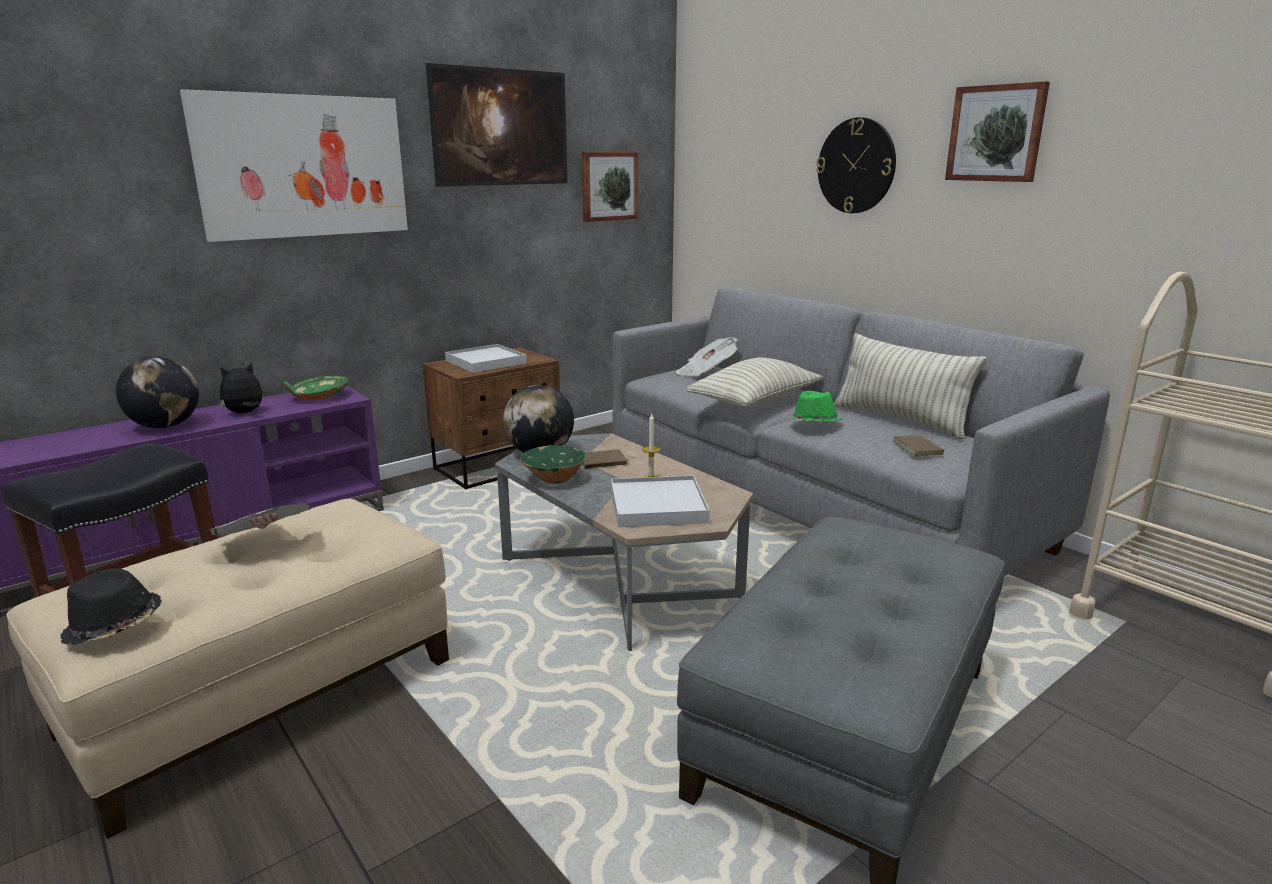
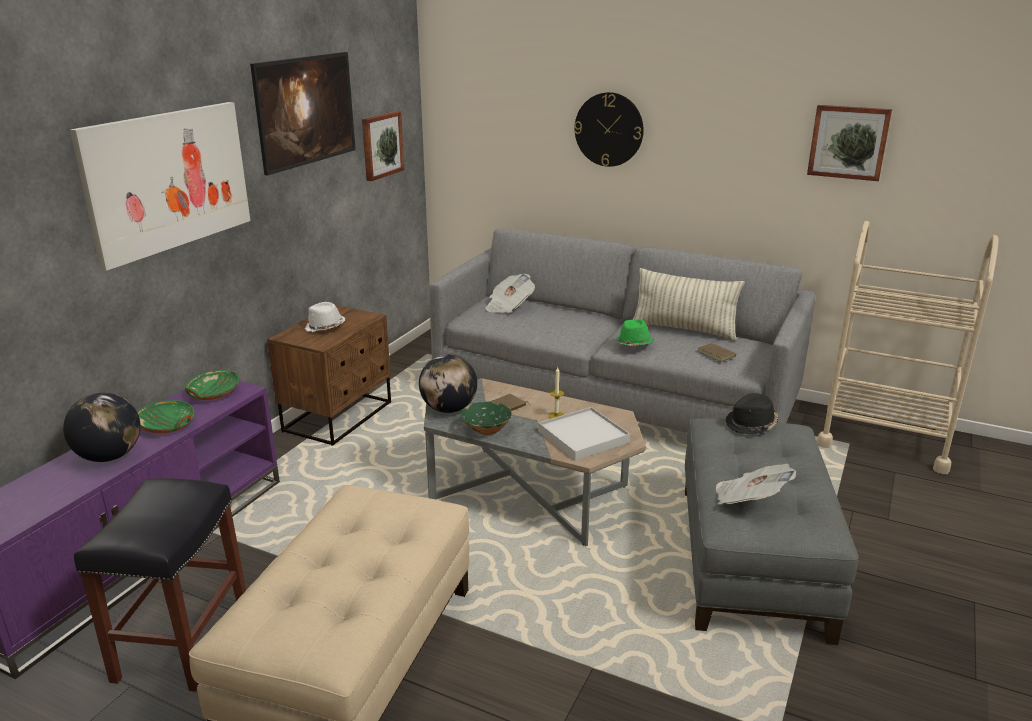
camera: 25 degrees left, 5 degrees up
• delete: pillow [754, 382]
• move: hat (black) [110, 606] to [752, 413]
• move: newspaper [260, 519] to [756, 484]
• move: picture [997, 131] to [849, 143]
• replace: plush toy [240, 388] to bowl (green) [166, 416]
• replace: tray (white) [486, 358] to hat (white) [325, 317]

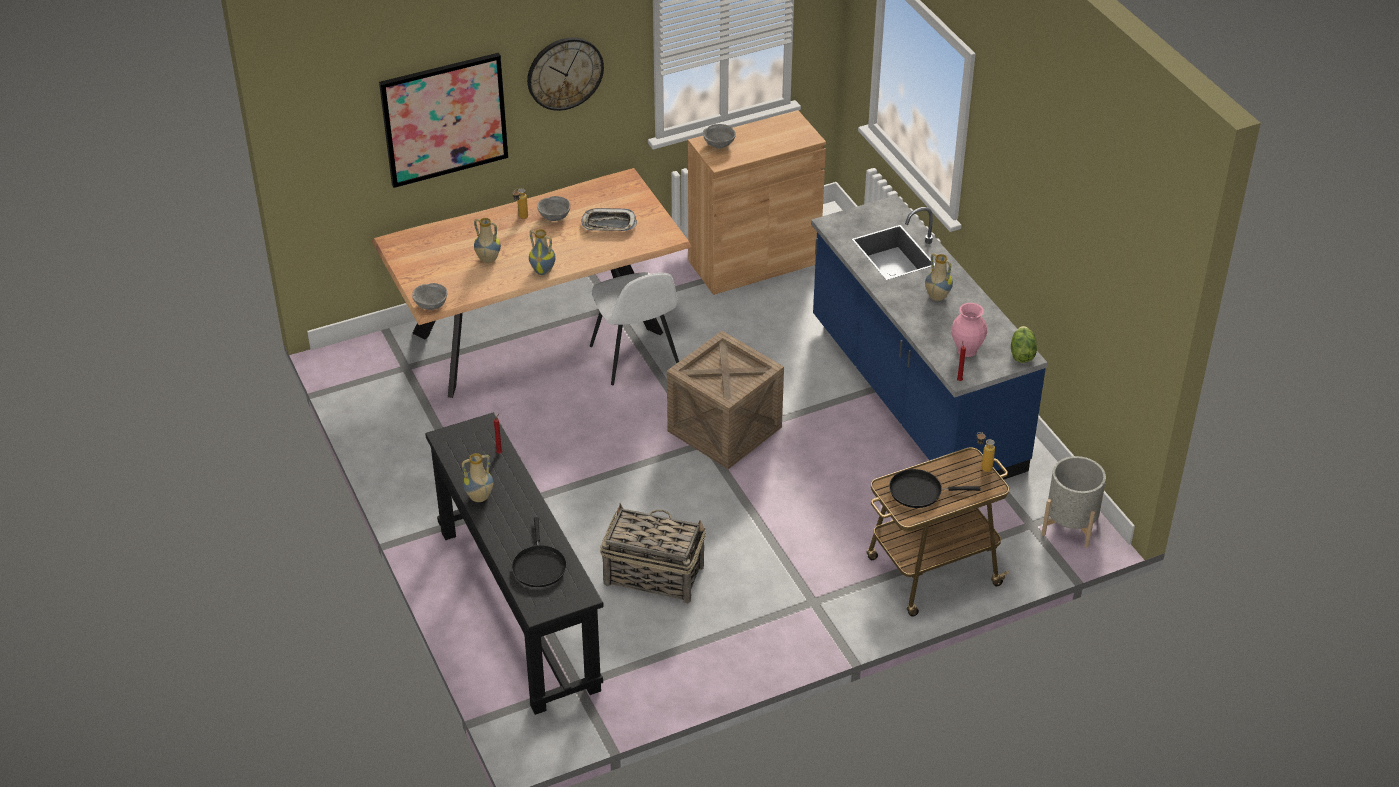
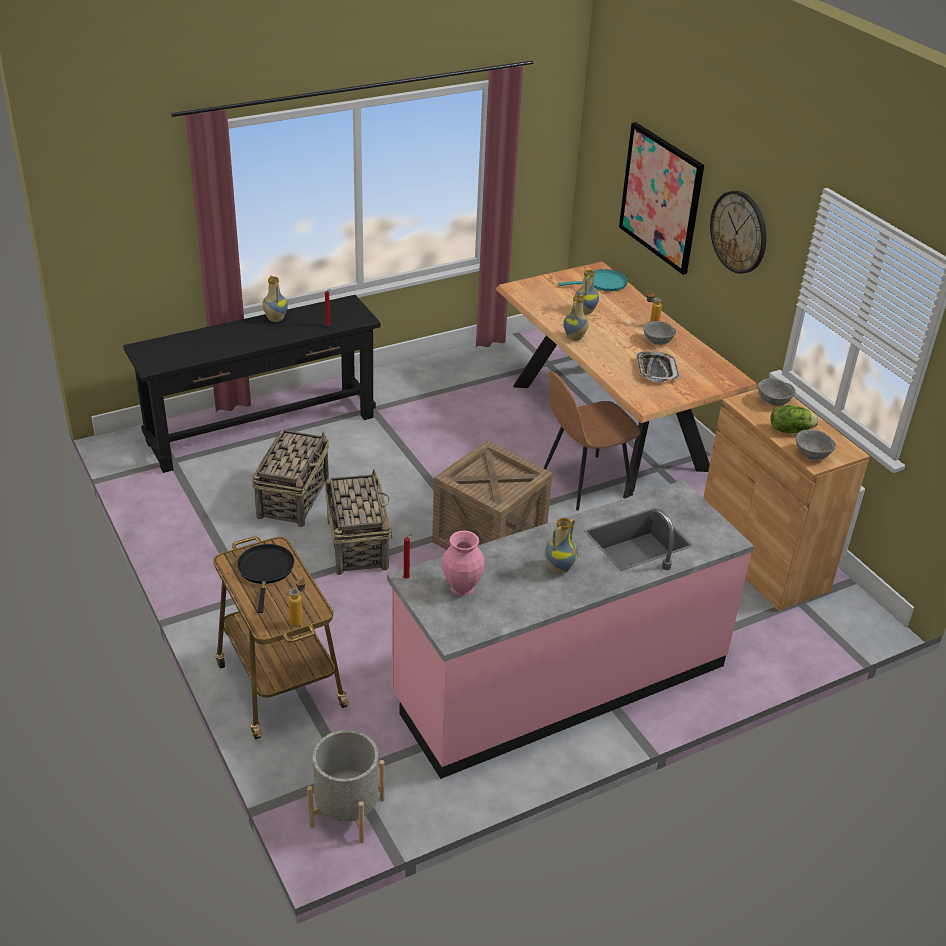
camera: 85 degrees right, 5 degrees down
• delete: frying pan (black) [539, 552]
• insert: basket [358, 522]
• insert: frying pan (turquoise) [593, 280]
• move: bowl (grey) [429, 296] to [816, 445]
• move: lettuce [1024, 344] to [794, 419]
• recolor: chair (white) [634, 328] to chair (brown) [591, 440]
• recolor: counter (blue) [929, 337] to counter (pink) [570, 629]

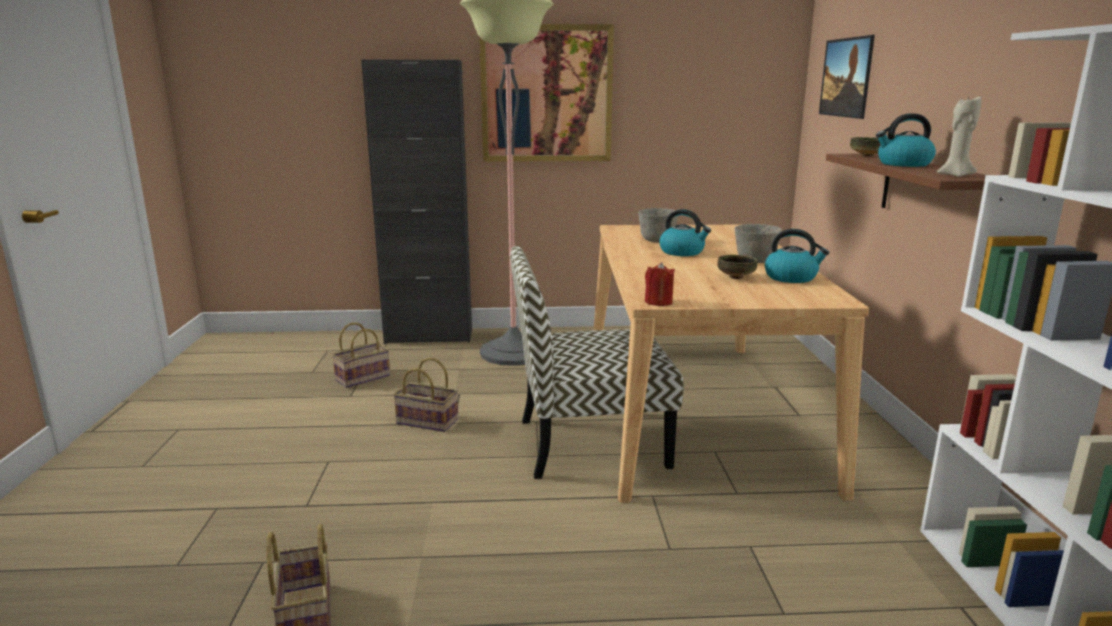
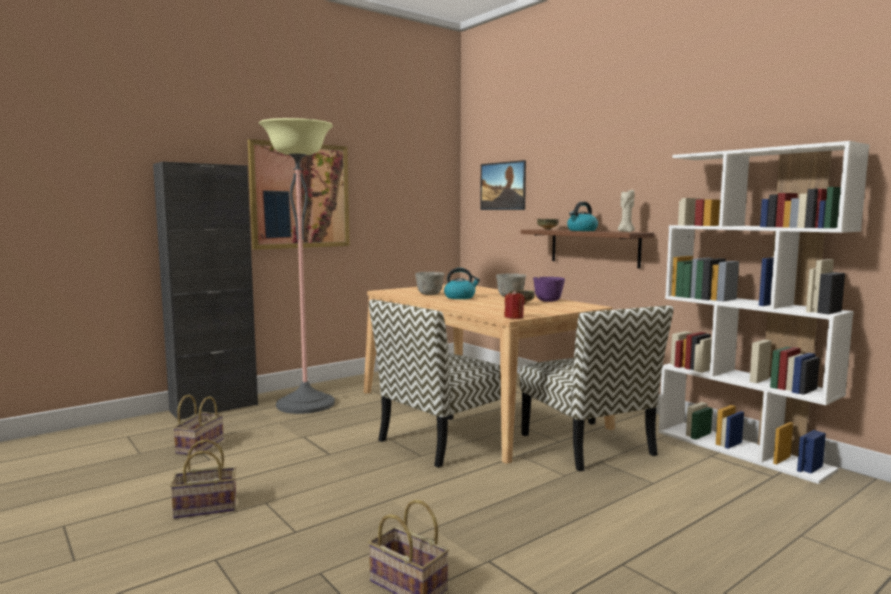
camera: 35 degrees left, 10 degrees down
• insert: chair [597, 388]
• move: basket [425, 395] to [203, 479]
• replace: kettle [797, 256] to bowl (purple) [549, 289]

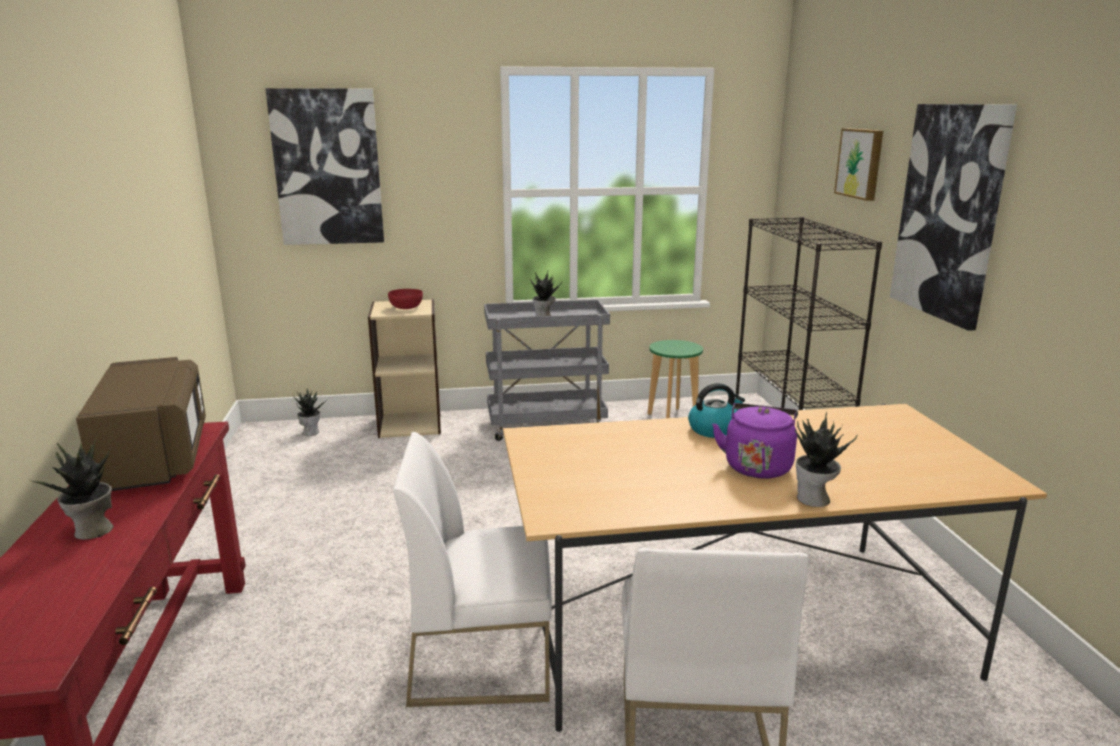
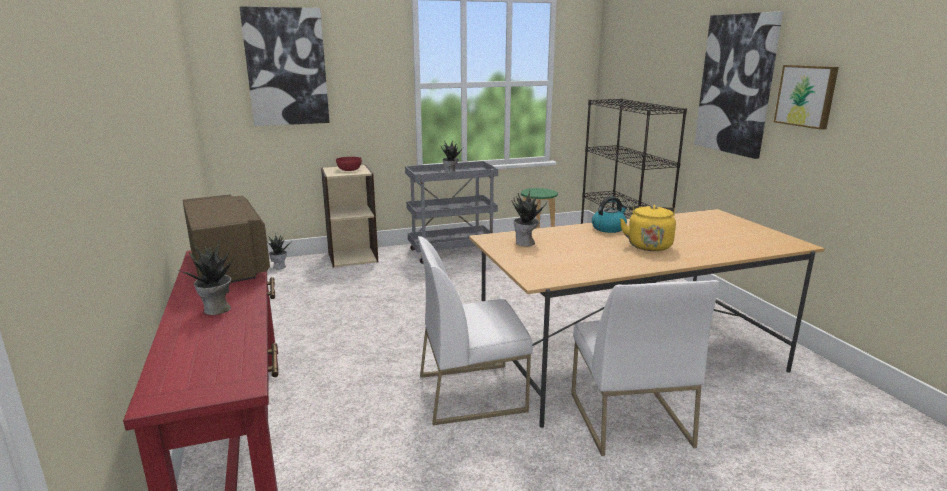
camera: 10 degrees left, 0 degrees up
• move: potted plant [826, 459] to [529, 218]
• move: picture [858, 164] to [806, 97]
• recolor: kettle (purple) [755, 441] to kettle (yellow) [648, 228]

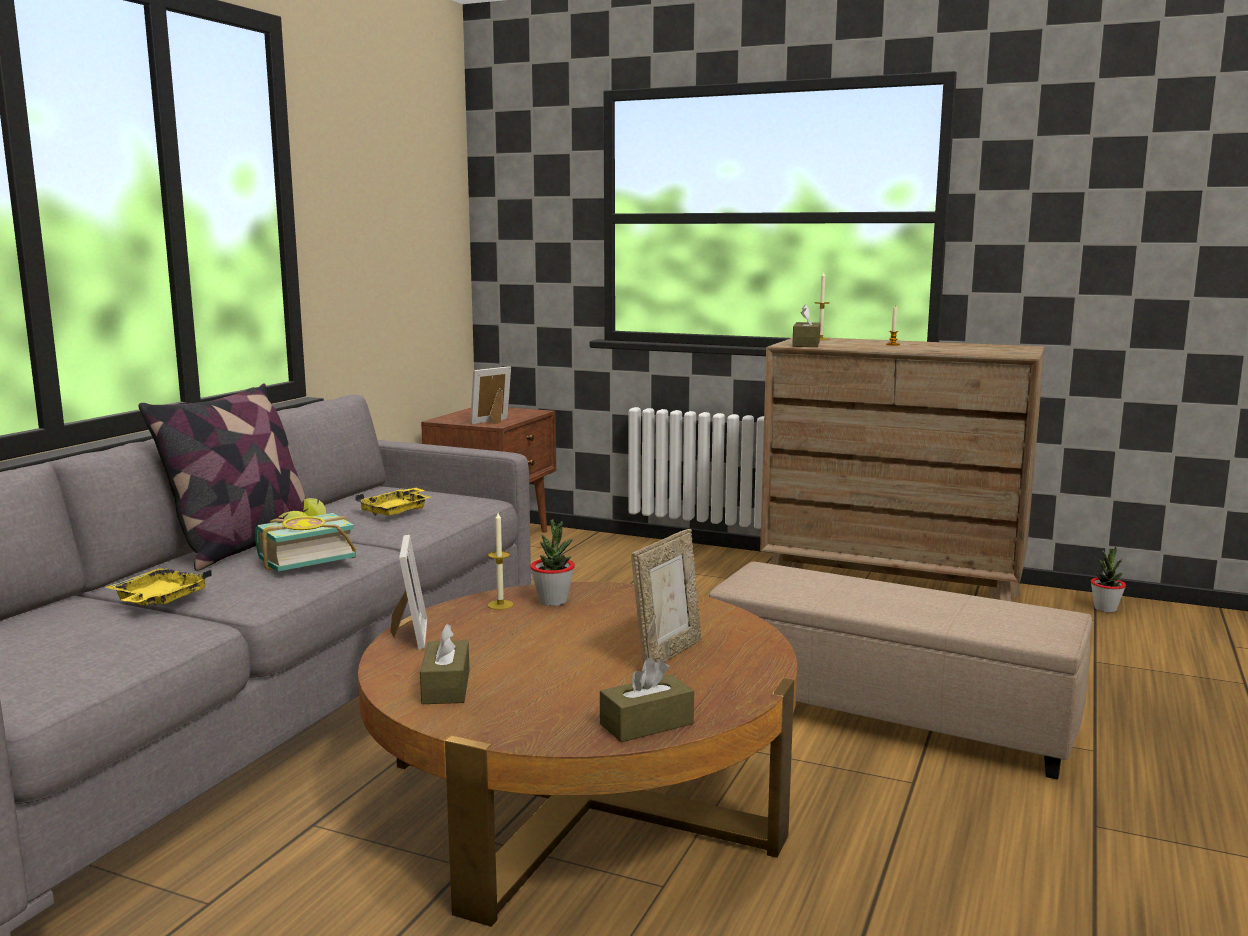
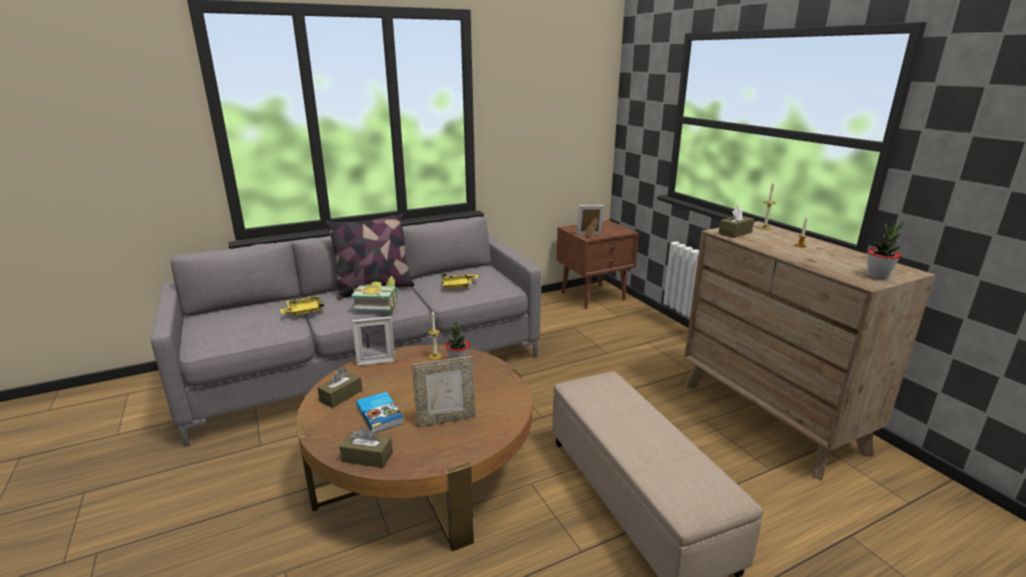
camera: 40 degrees right, 10 degrees up
• insert: book [380, 412]
• move: potted plant [1108, 579] to [885, 250]
• rotate: picture frame [408, 592] = [373, 341] 45 degrees clockwise

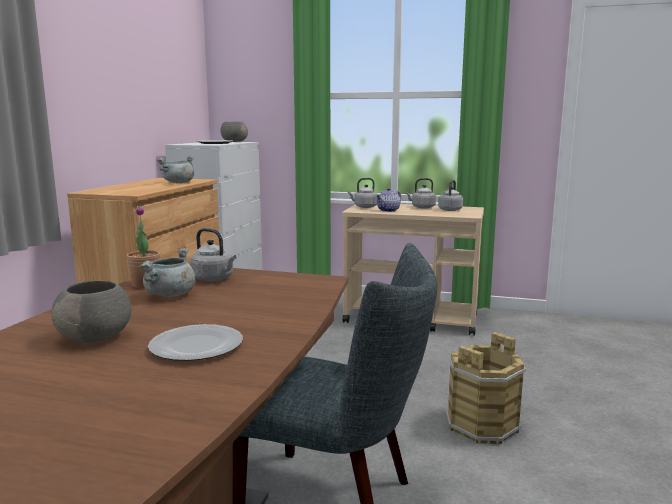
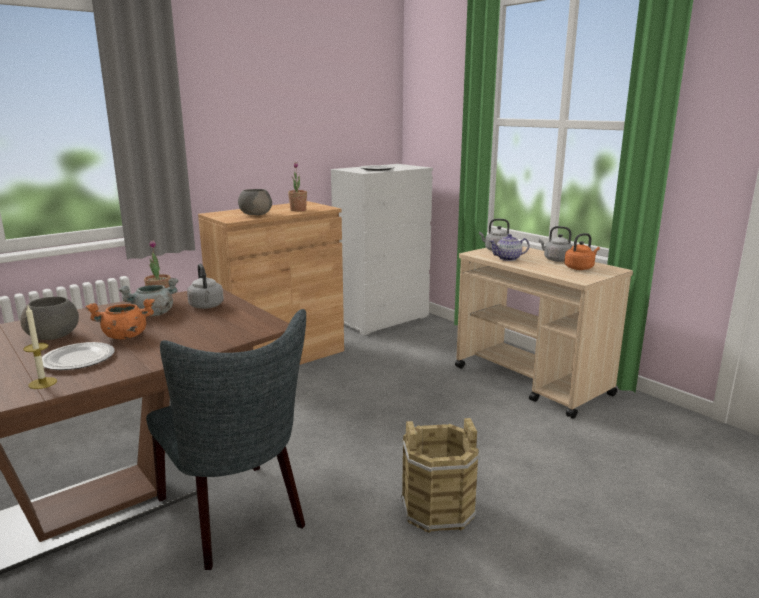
camera: 35 degrees right, 5 degrees up
• insert: candle [40, 347]
• insert: cooking pot (orange) [120, 318]
• move: bowl (grey) [234, 132] to [255, 202]
• replace: cooking pot (grey) [175, 169] to potted plant [297, 187]
• recolor: kettle (grey) [450, 195] to kettle (orange) [582, 251]

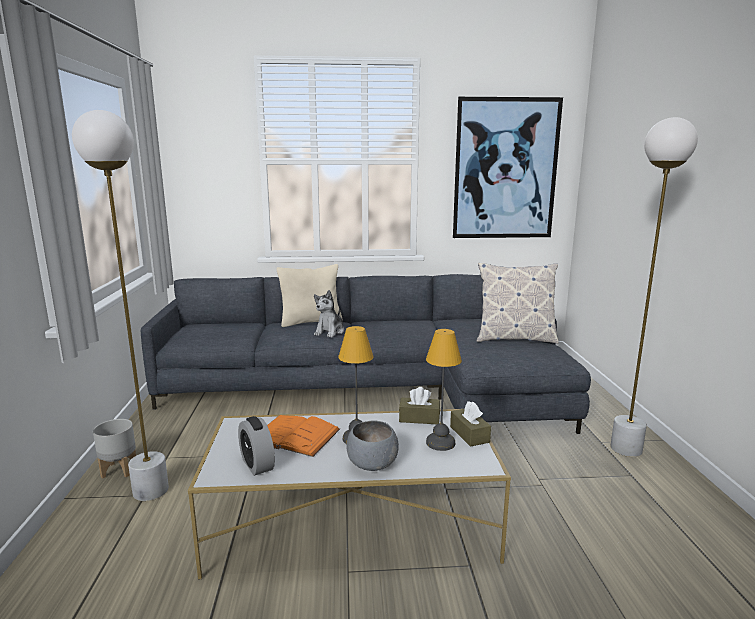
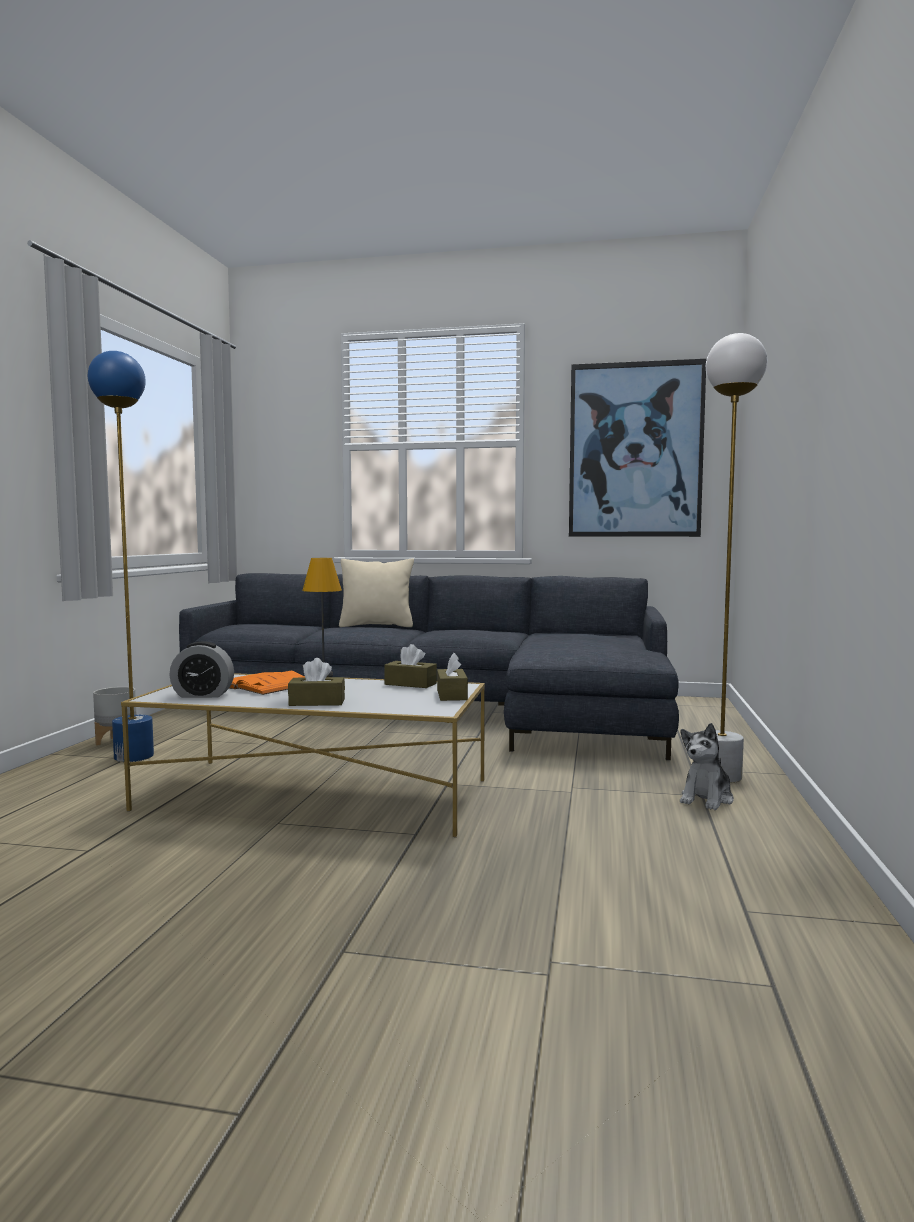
camera: 15 degrees right, 10 degrees down
• delete: table lamp [444, 390]
• delete: pillow [518, 303]
• move: plush toy [329, 314] to [707, 766]
• replace: bowl (grey) [372, 446] to tissue box (brown) [316, 682]
• recolor: floor lamp (white) [120, 305] to floor lamp (blue) [121, 556]
• rotate: alarm clock [256, 446] = [201, 669] 75 degrees counterclockwise

